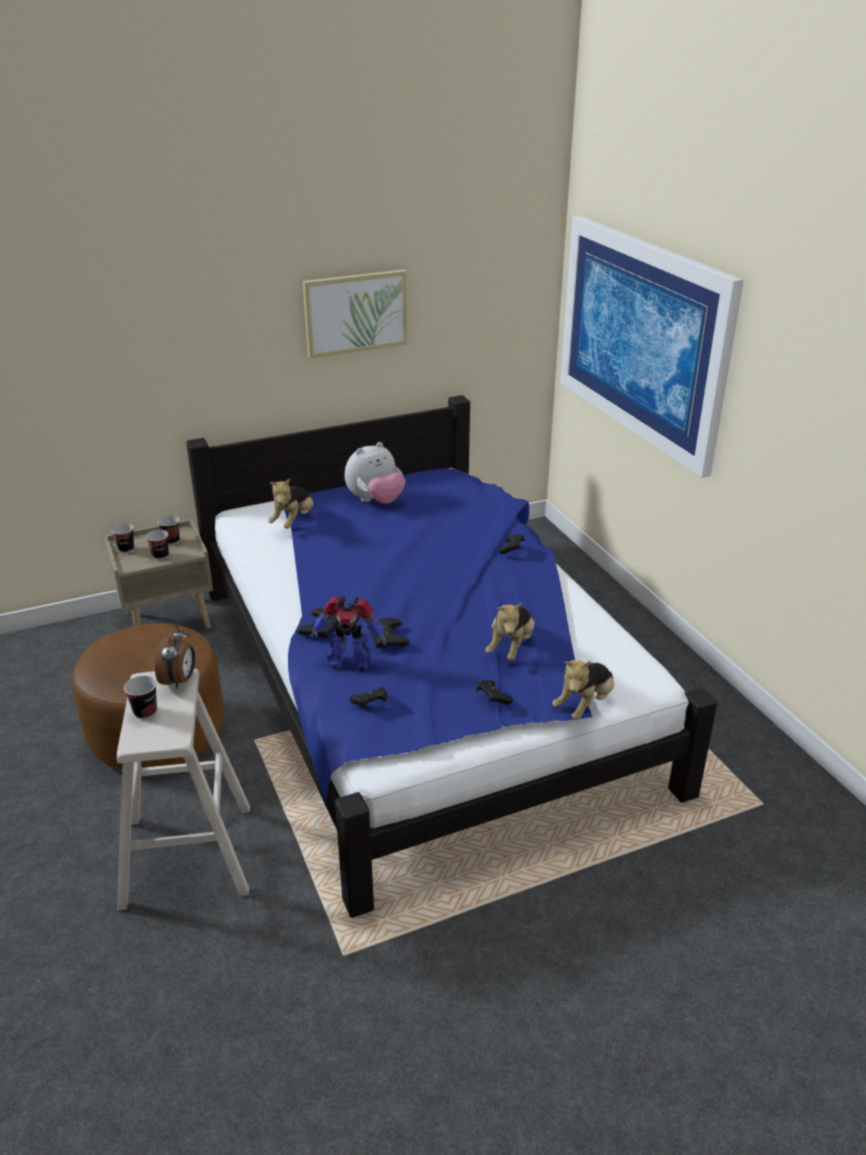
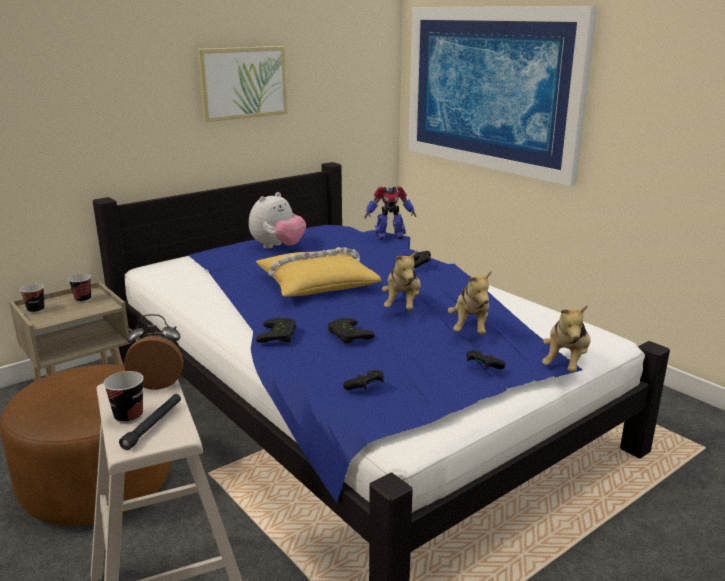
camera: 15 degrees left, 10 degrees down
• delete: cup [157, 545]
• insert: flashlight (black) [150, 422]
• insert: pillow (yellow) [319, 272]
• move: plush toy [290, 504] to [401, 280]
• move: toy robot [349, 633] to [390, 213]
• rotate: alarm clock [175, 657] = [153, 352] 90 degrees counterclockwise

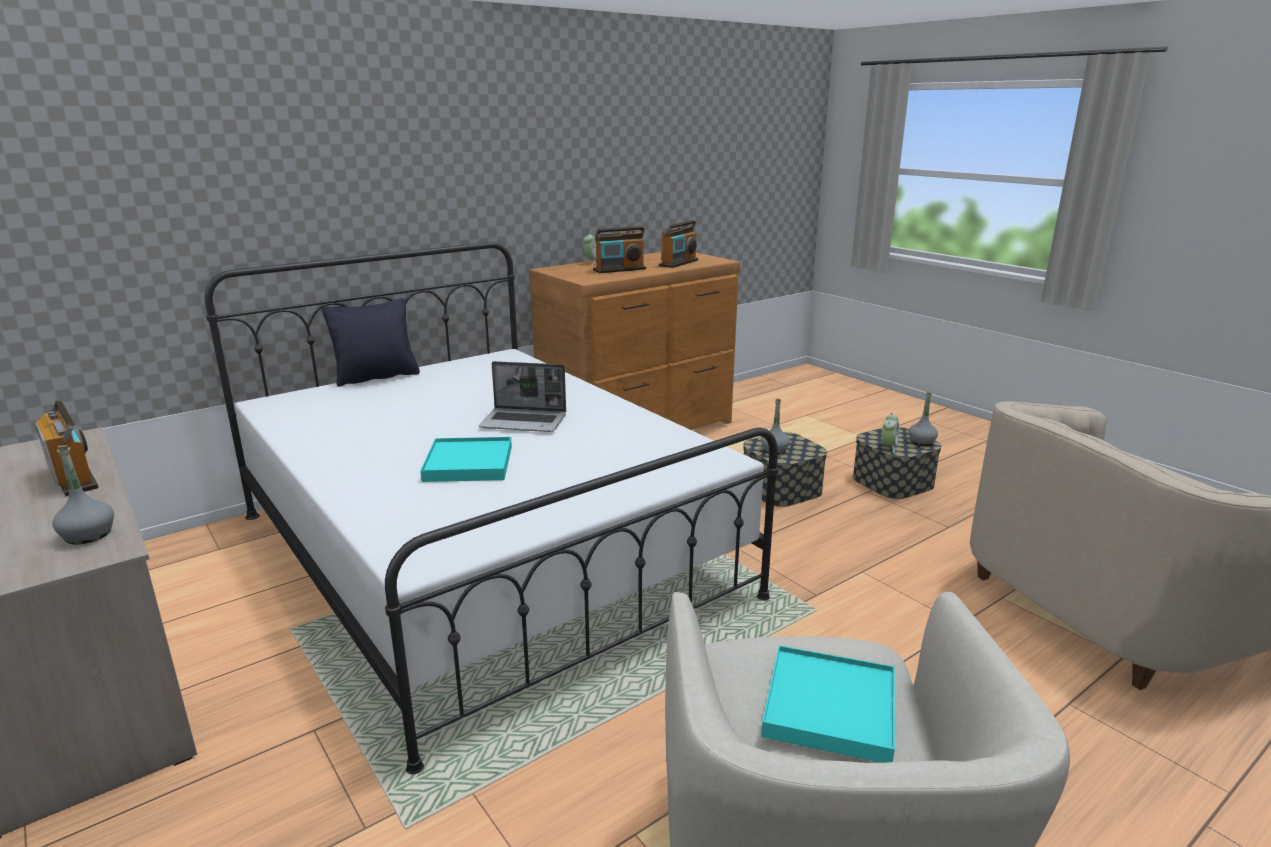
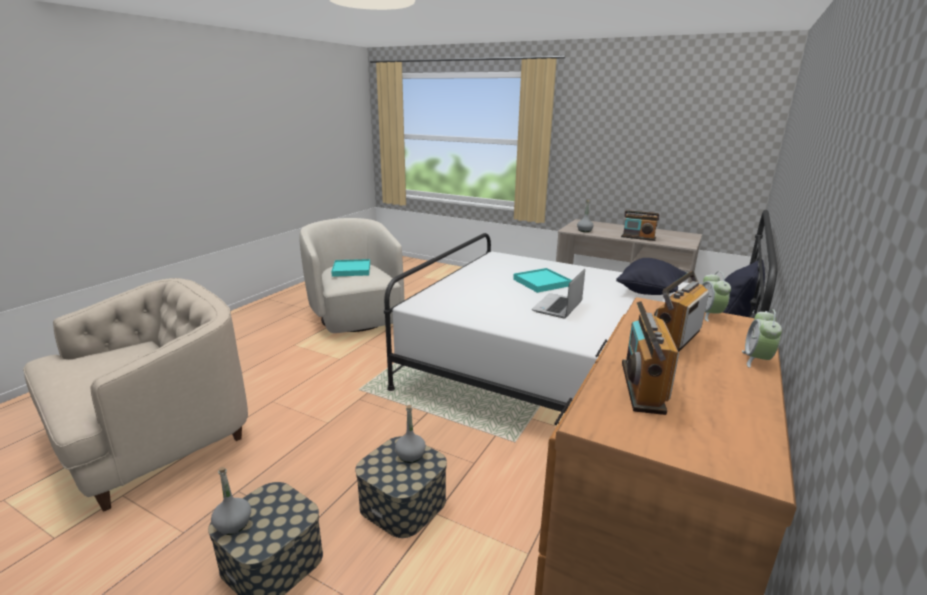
camera: 155 degrees right, 0 degrees up
• insert: pillow (black) [651, 276]
• move: alarm clock [890, 432] to [716, 296]
• rotate: laptop [522, 396] = [558, 294] 45 degrees counterclockwise

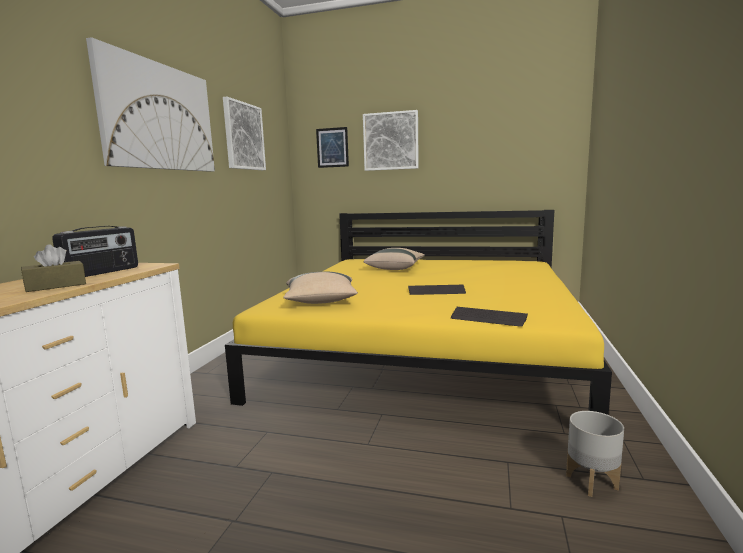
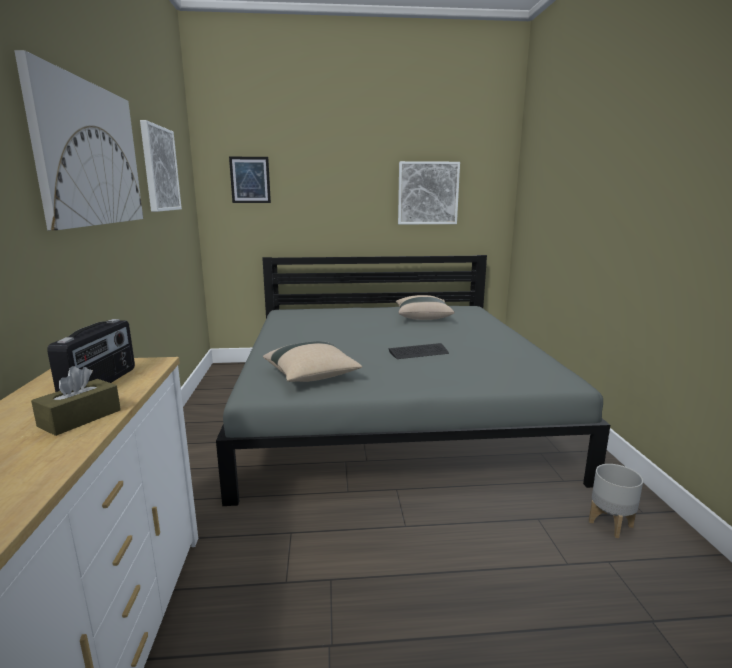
camera: 20 degrees left, 5 degrees up
• delete: keyboard [489, 317]
• move: picture [391, 140] to [429, 192]
• move: pillow (beige) [394, 259] to [425, 307]
• recolor: bed (yellow) [418, 312] to bed (grey) [413, 380]

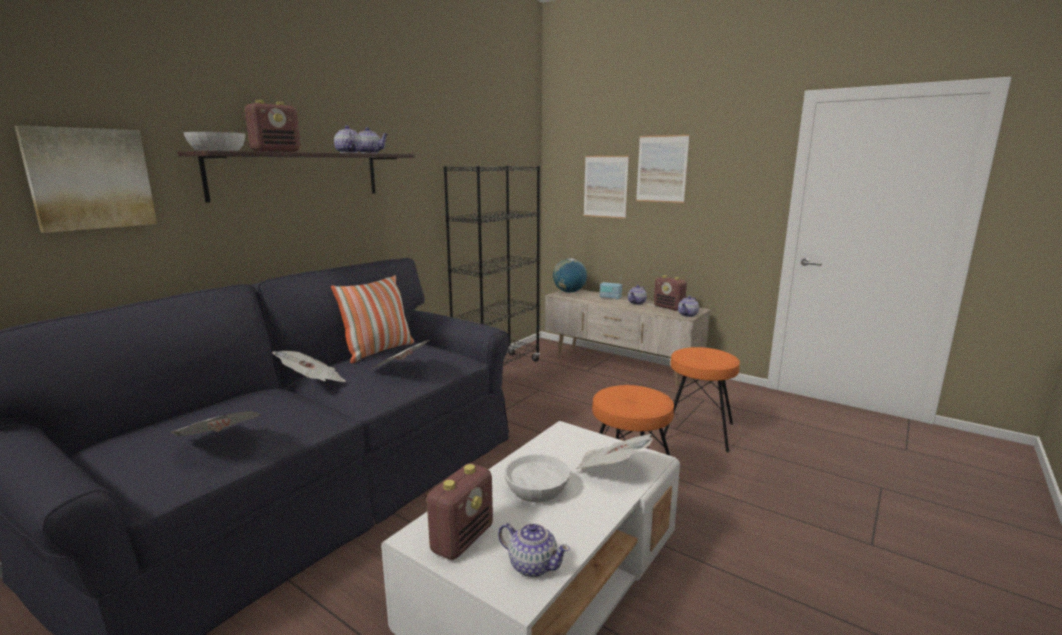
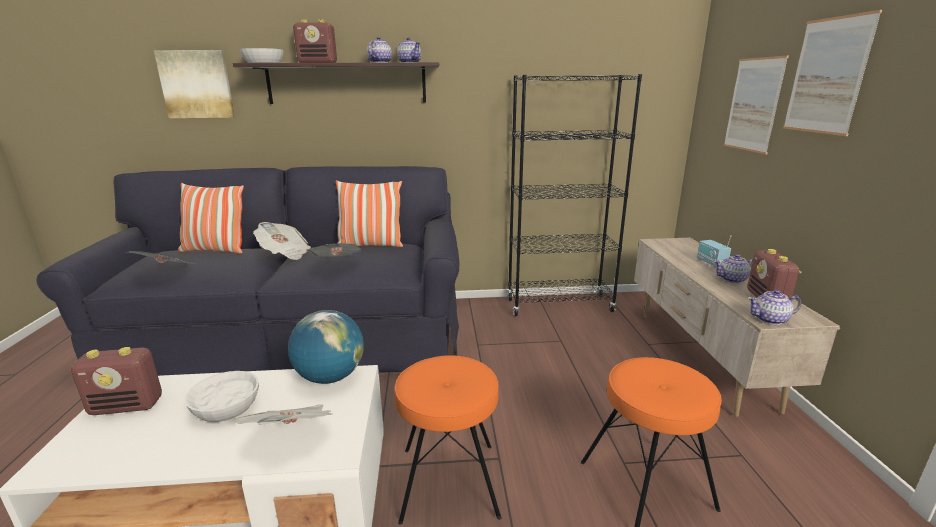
camera: 50 degrees right, 5 degrees up
• delete: teapot [534, 550]
• insert: pillow [211, 218]
• move: globe [570, 275] to [326, 347]

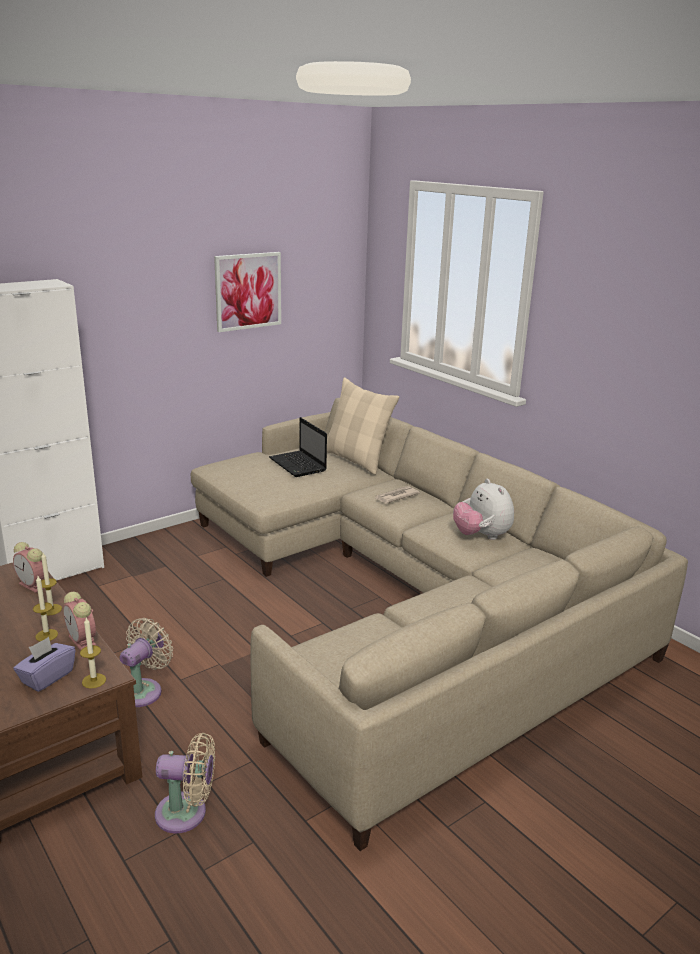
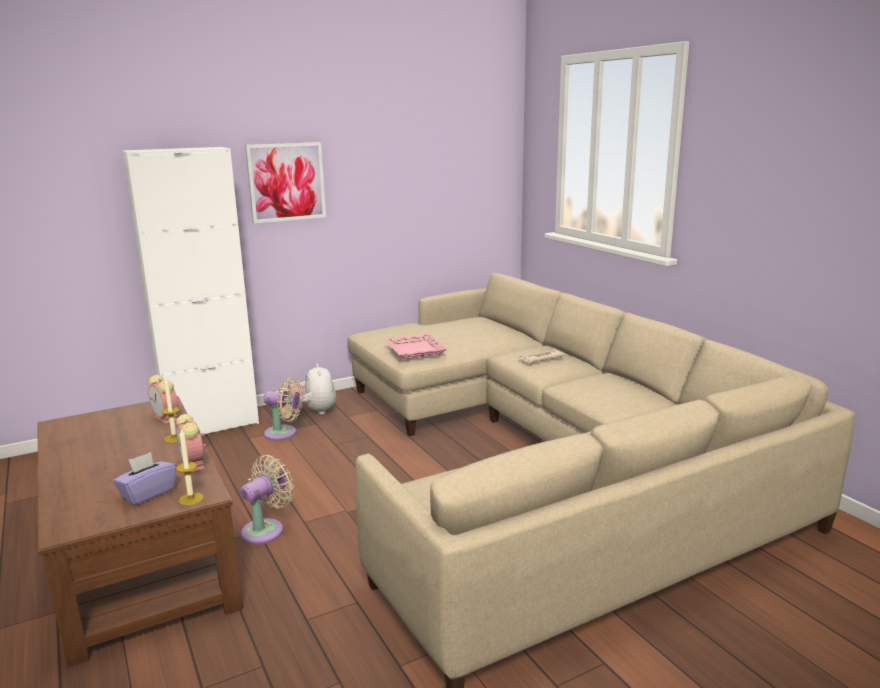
camera: 10 degrees right, 5 degrees down
• delete: candle [45, 609]
• delete: laptop [298, 447]
• delete: pillow (beige) [363, 426]
• insert: tray (pink) [415, 346]
• move: fan (beige) [185, 783] to [283, 409]
• move: picture [247, 292] to [285, 182]
• move: plush toy [483, 509] to [313, 389]

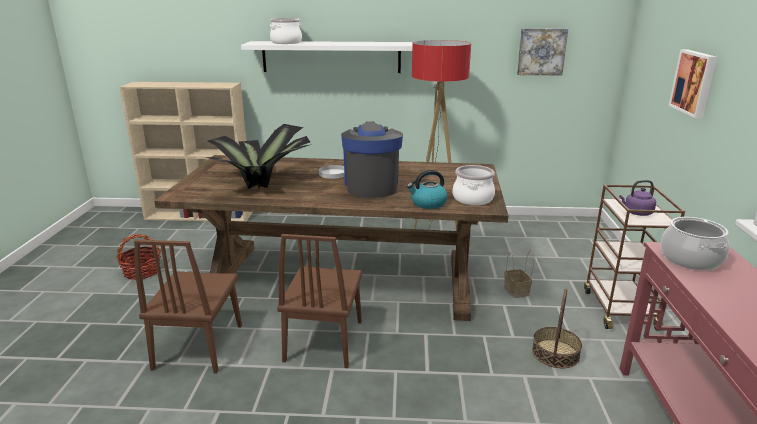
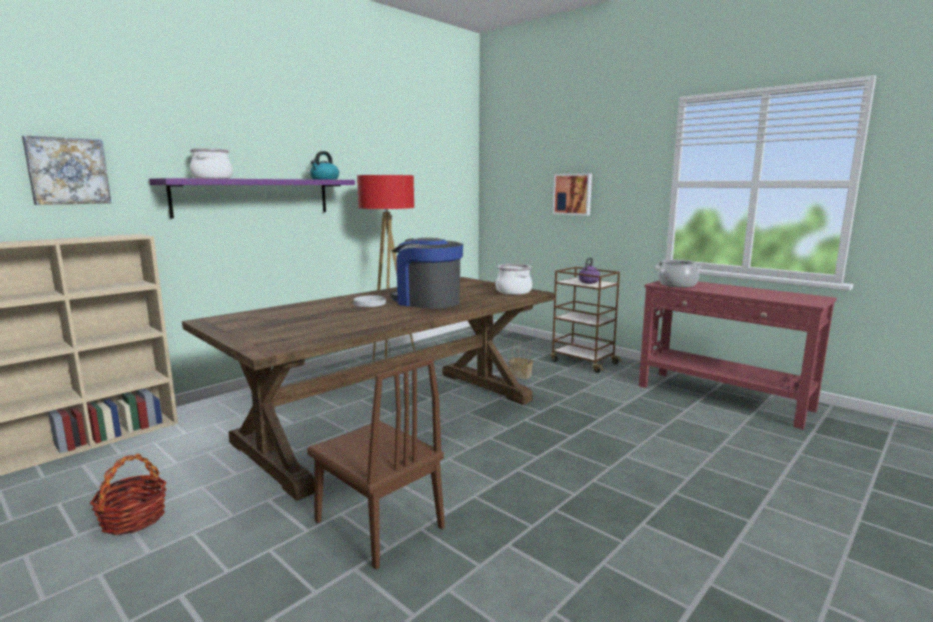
camera: 50 degrees left, 10 degrees down
• delete: potted plant [257, 156]
• delete: chair (brown) [320, 301]
• delete: basket [557, 328]
• move: kettle [427, 189] to [324, 165]
• move: picture [542, 51] to [66, 170]
• recolor: shelf (white) [326, 57] to shelf (purple) [252, 198]

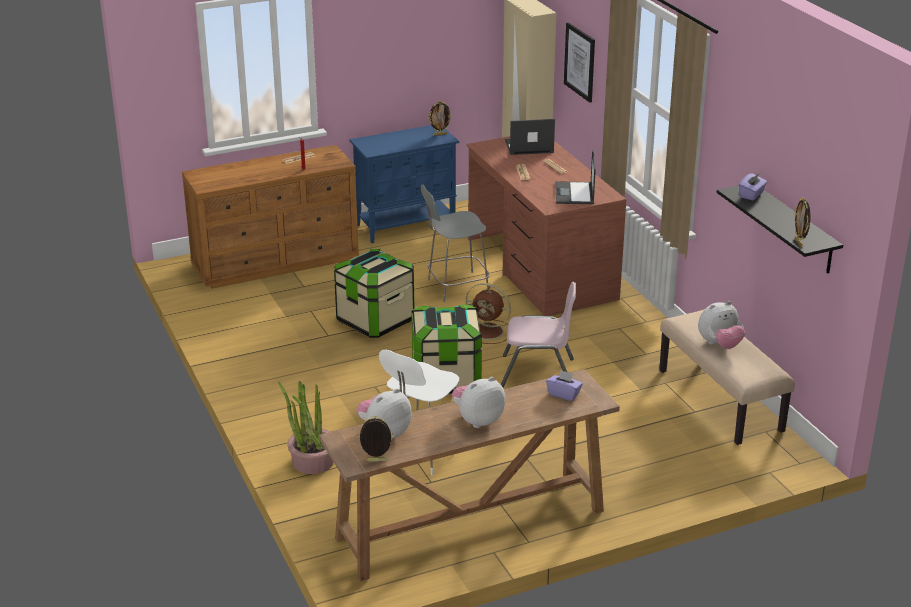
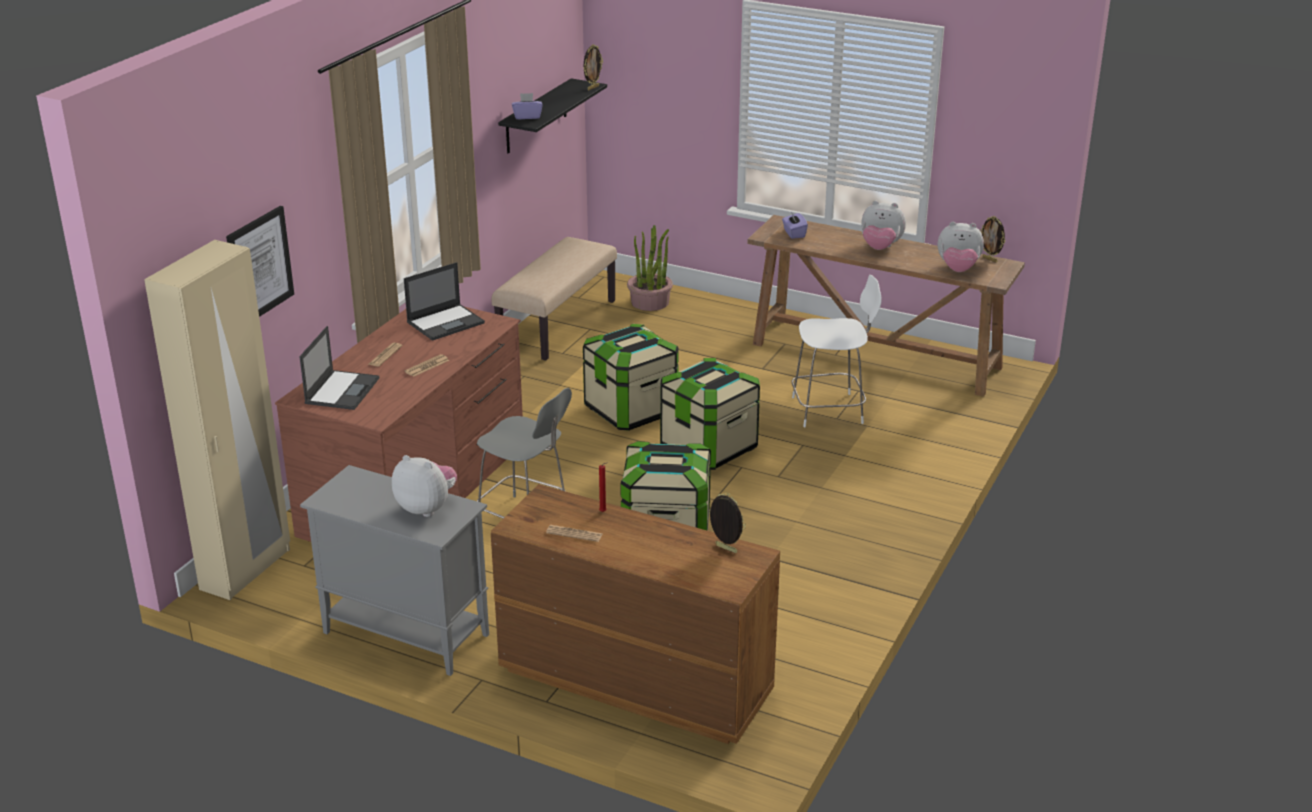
camera: 130 degrees left, 0 degrees up
• delete: fan (brown) [488, 313]
• move: potted plant [306, 427] to [650, 268]
• move: picture frame [440, 118] to [727, 522]
• move: plush toy [721, 325] to [424, 486]
• replace: chair (pink) [538, 334] to storage box [631, 377]
• recolor: cabinet (blue) [404, 184] to cabinet (grey) [394, 570]
• rotate: laptop [530, 137] = [339, 368] 120 degrees counterclockwise

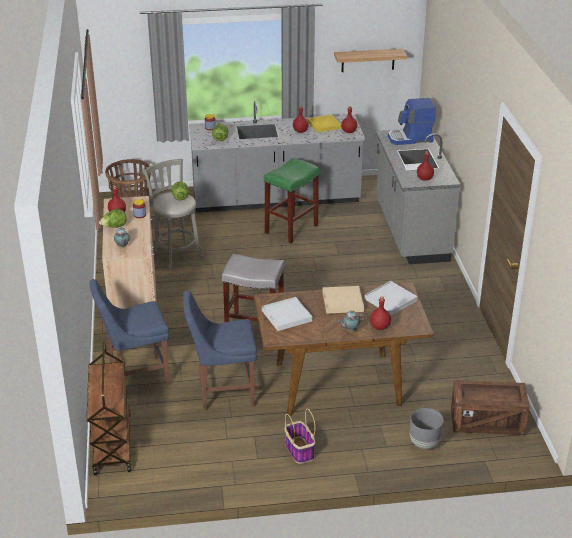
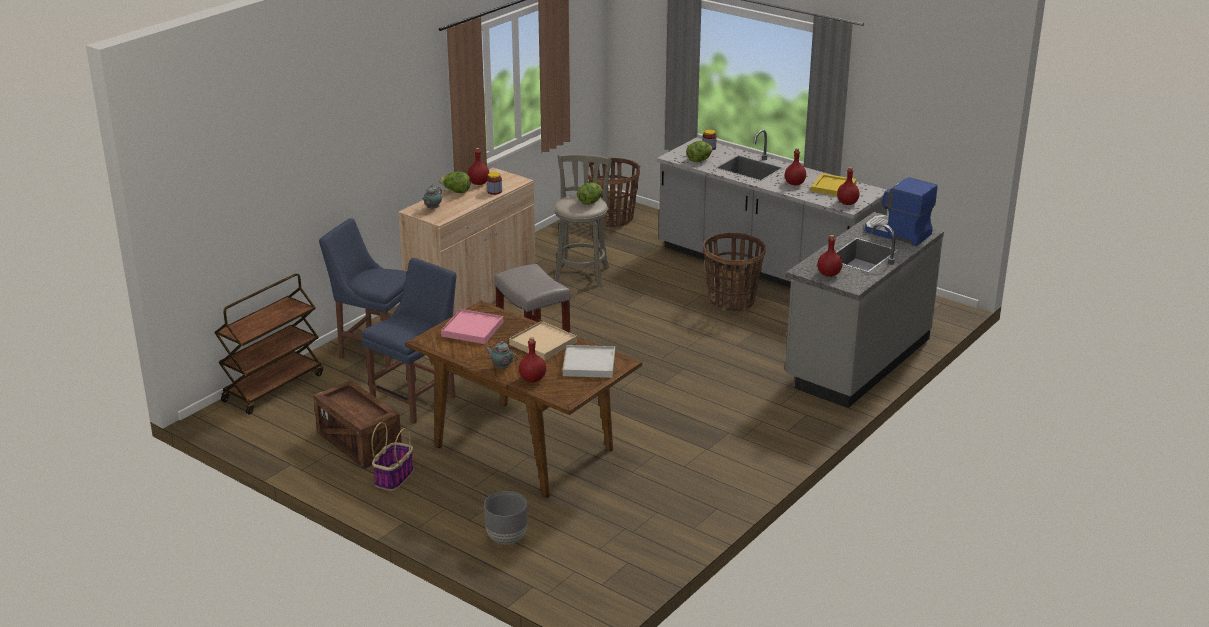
camera: 45 degrees right, 5 degrees down
• delete: shelf [370, 60]
• move: crate [490, 407] to [357, 424]
• replace: stool (green) [292, 201] to basket [734, 272]
• recolor: tray (white) [287, 314] to tray (pink) [472, 326]
• rotate: chair (blue) [220, 350] = [408, 341] 90 degrees clockwise

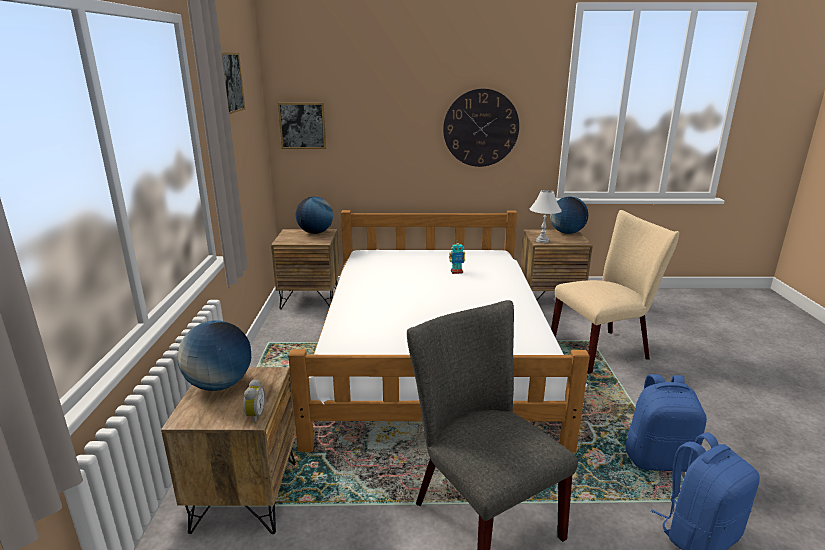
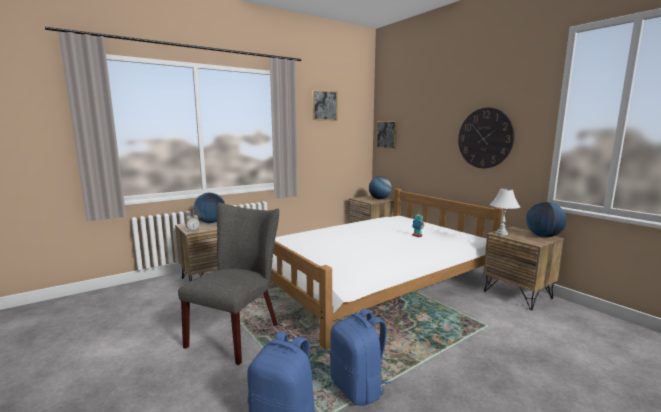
camera: 55 degrees right, 10 degrees down
• delete: chair (beige) [615, 292]

